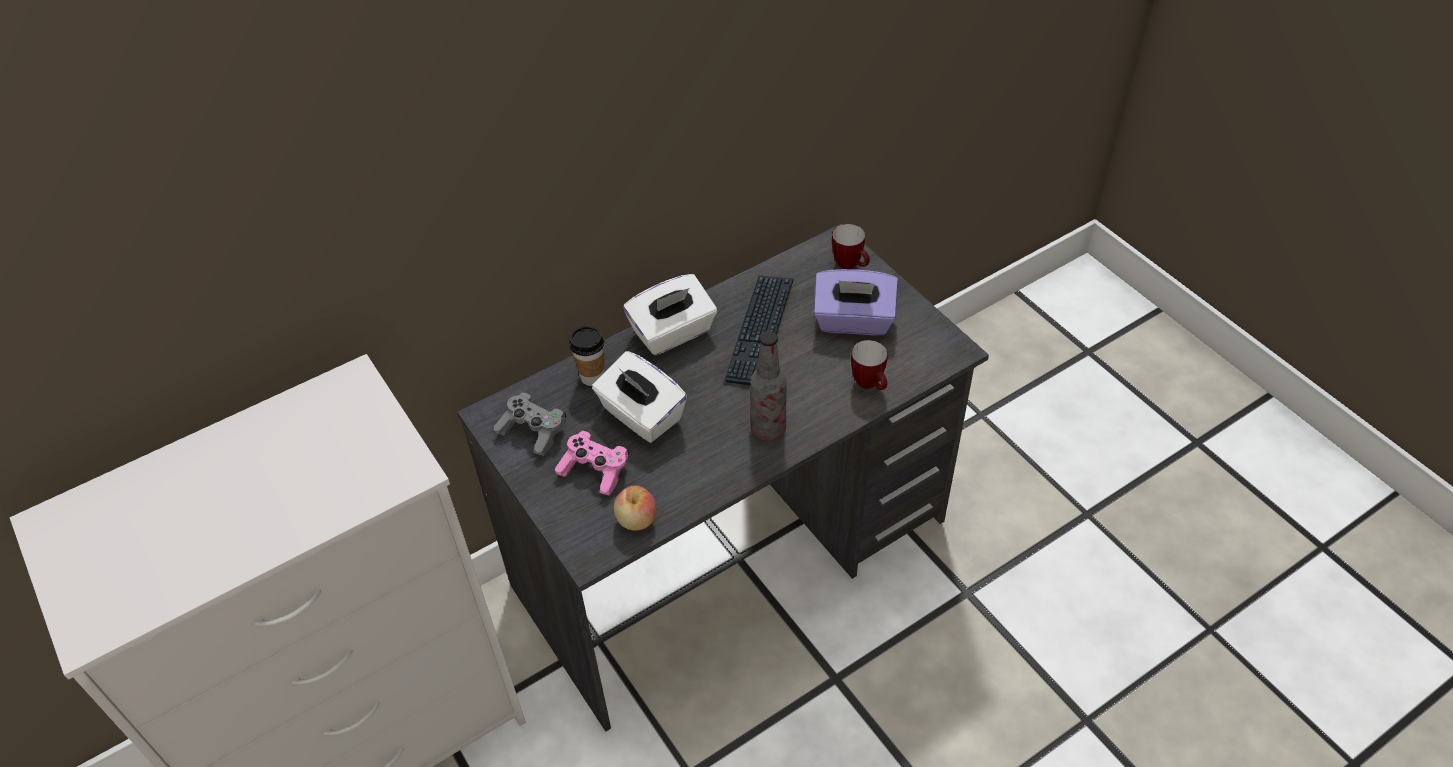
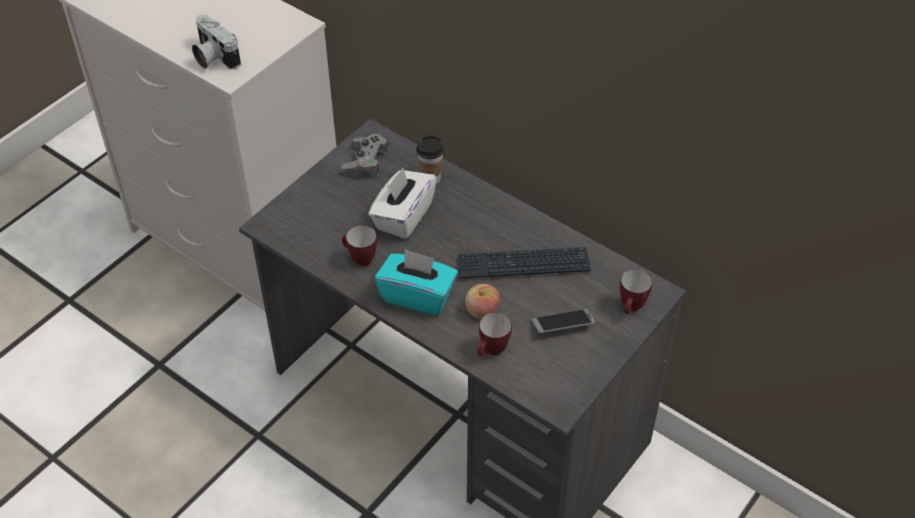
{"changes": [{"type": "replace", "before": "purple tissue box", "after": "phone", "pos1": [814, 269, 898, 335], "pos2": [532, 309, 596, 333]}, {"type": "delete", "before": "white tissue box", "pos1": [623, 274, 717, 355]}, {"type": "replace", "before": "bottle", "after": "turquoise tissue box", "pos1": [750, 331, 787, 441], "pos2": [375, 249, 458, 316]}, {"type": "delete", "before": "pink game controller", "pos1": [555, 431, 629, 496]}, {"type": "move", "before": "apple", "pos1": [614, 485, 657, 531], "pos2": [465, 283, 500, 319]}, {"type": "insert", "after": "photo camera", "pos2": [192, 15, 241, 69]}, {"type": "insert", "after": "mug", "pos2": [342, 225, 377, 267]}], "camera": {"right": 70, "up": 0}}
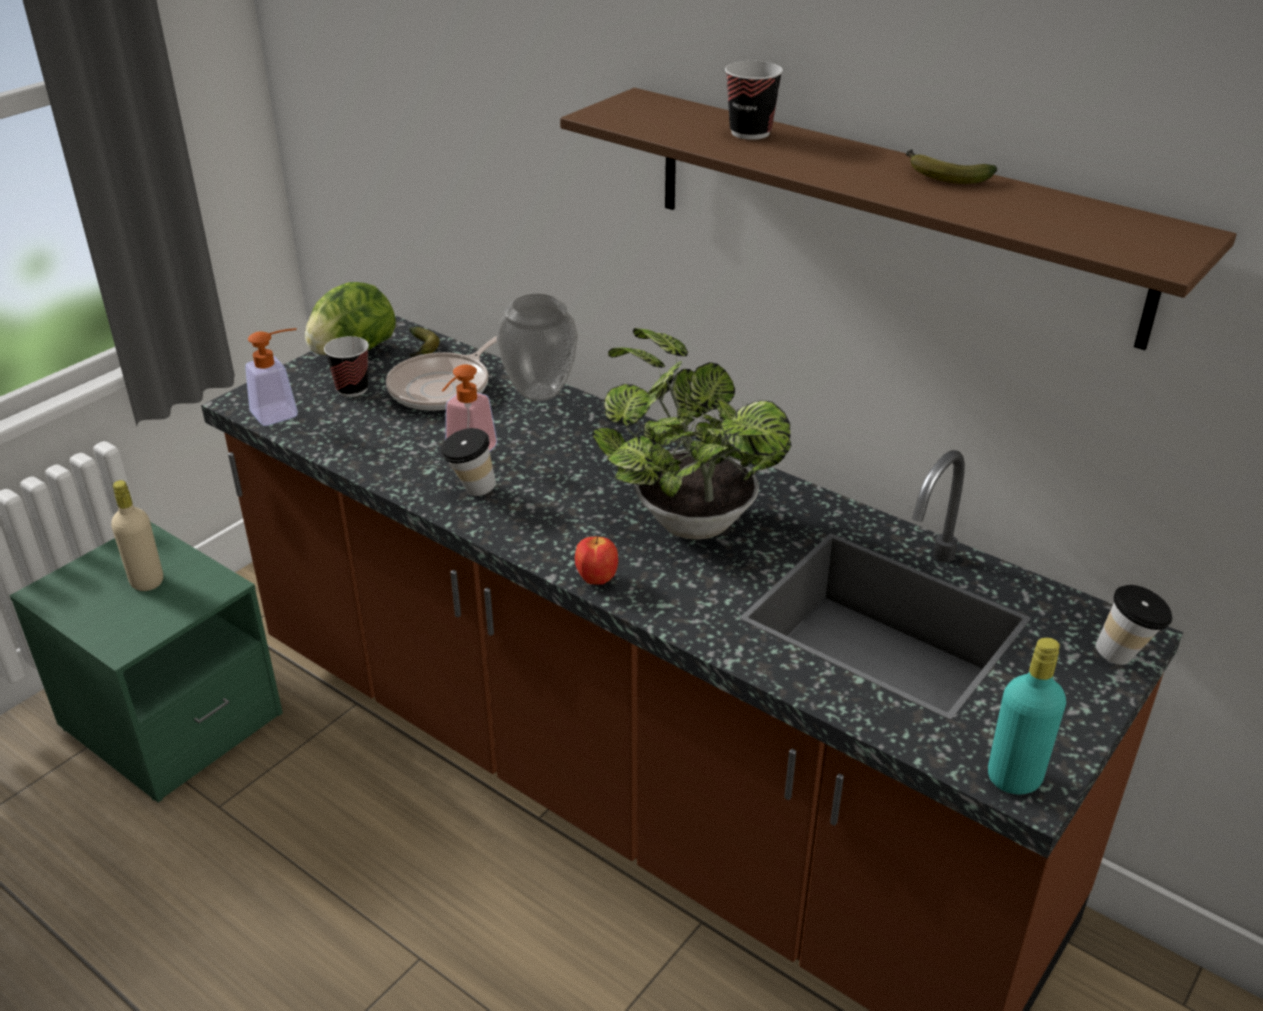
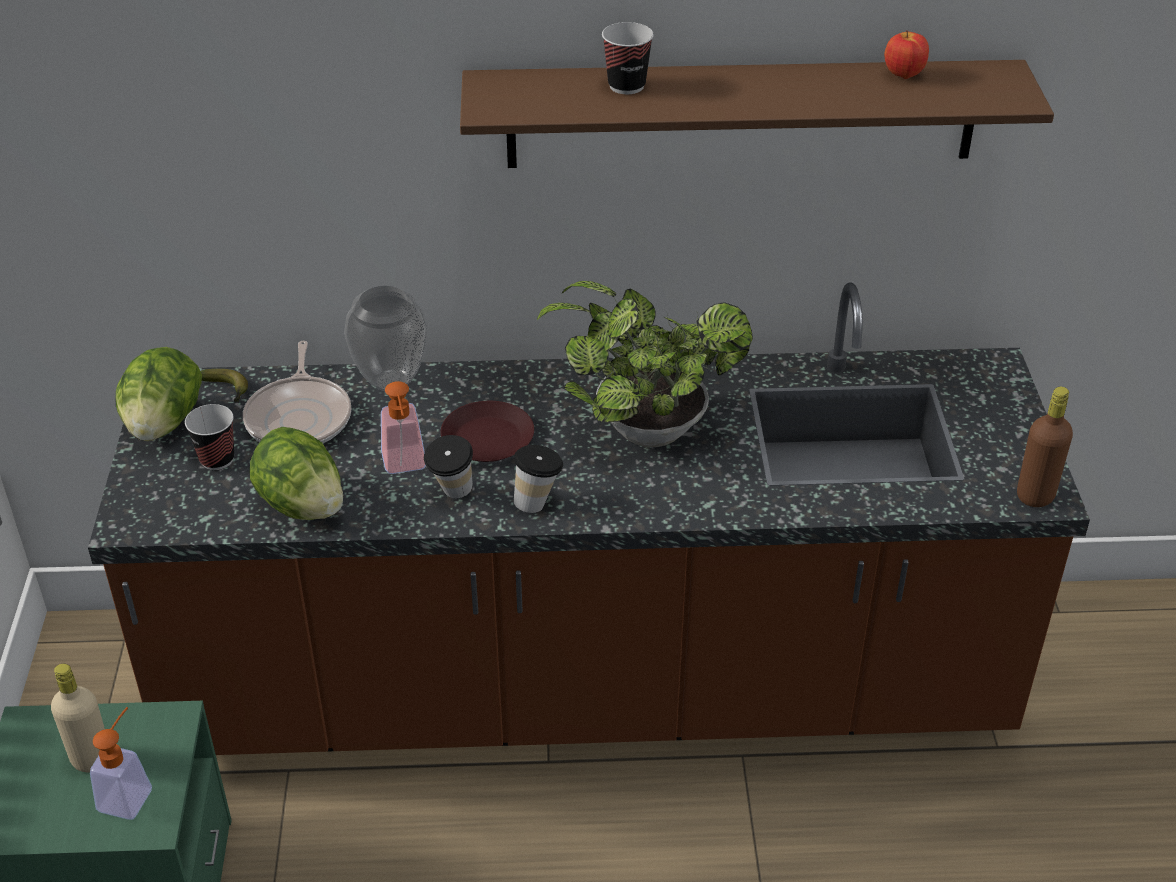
{"changes": [{"type": "delete", "before": "banana", "pos1": [906, 149, 997, 184]}, {"type": "move", "before": "soap dispenser", "pos1": [245, 328, 298, 426], "pos2": [90, 707, 152, 820]}, {"type": "move", "before": "apple", "pos1": [575, 537, 618, 585], "pos2": [884, 30, 929, 79]}, {"type": "move", "before": "cup", "pos1": [1096, 585, 1172, 665], "pos2": [514, 445, 563, 513]}, {"type": "recolor", "before": "turquoise bottle", "after": "brown bottle", "pos1": [988, 637, 1066, 794], "pos2": [1017, 387, 1073, 507]}, {"type": "insert", "after": "brown plate", "pos2": [441, 401, 534, 462]}, {"type": "insert", "after": "lettuce", "pos2": [250, 427, 343, 520]}], "camera": {"right": -40, "up": 5}}
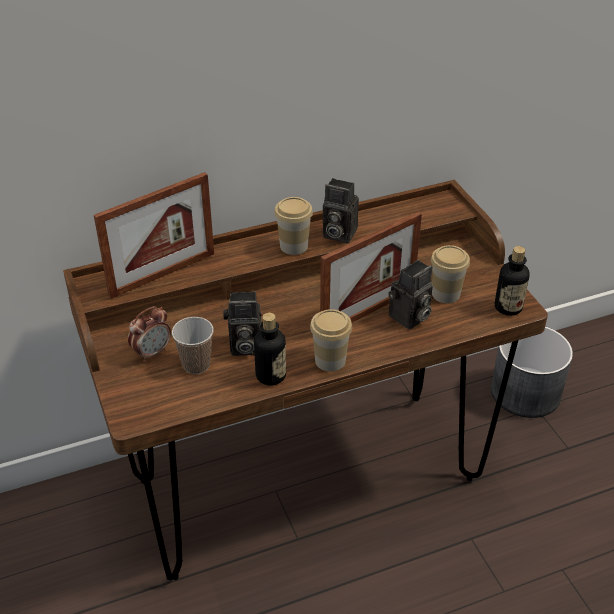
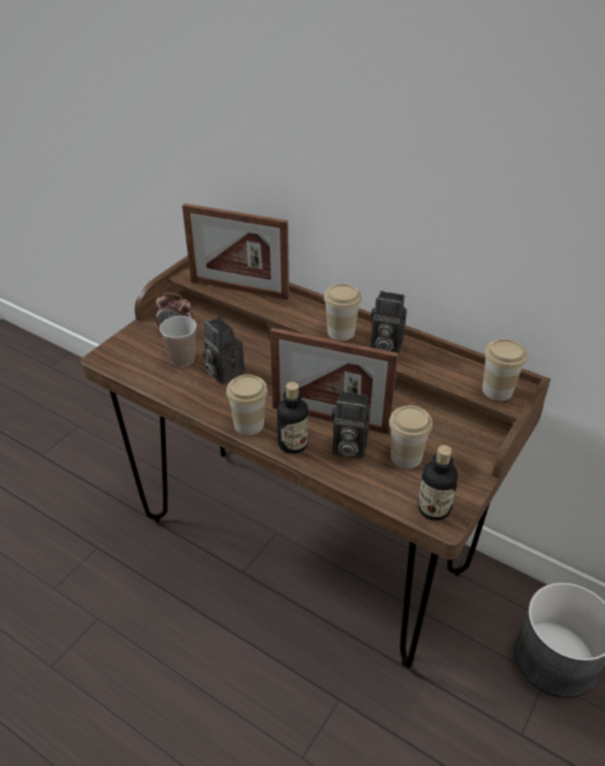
{"changes": [{"type": "rotate", "before": "photo camera", "pos1": [323, 178, 359, 244], "pos2": [370, 291, 407, 355], "turn": -60}, {"type": "move", "before": "bottle", "pos1": [254, 313, 286, 385], "pos2": [277, 382, 308, 454]}, {"type": "insert", "after": "cup", "pos2": [482, 339, 527, 401]}], "camera": {"right": 55, "up": 0}}
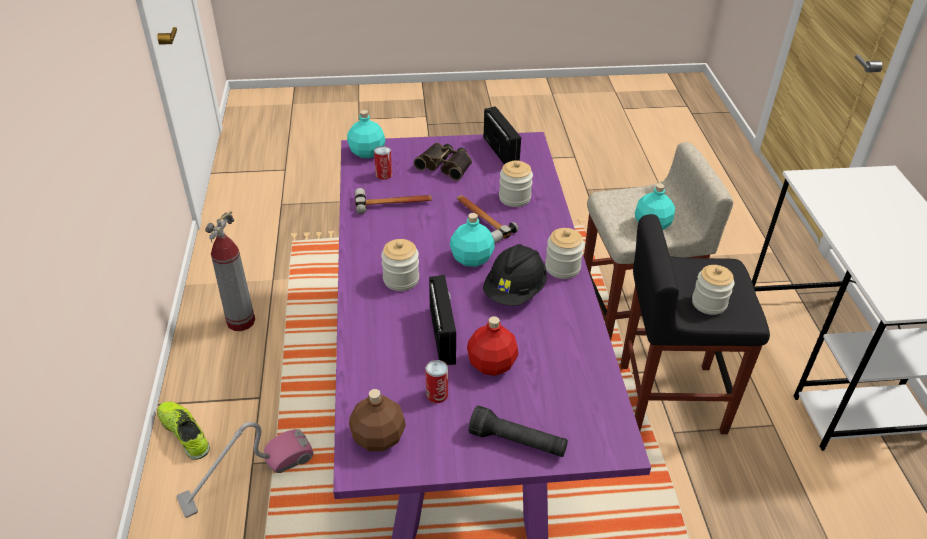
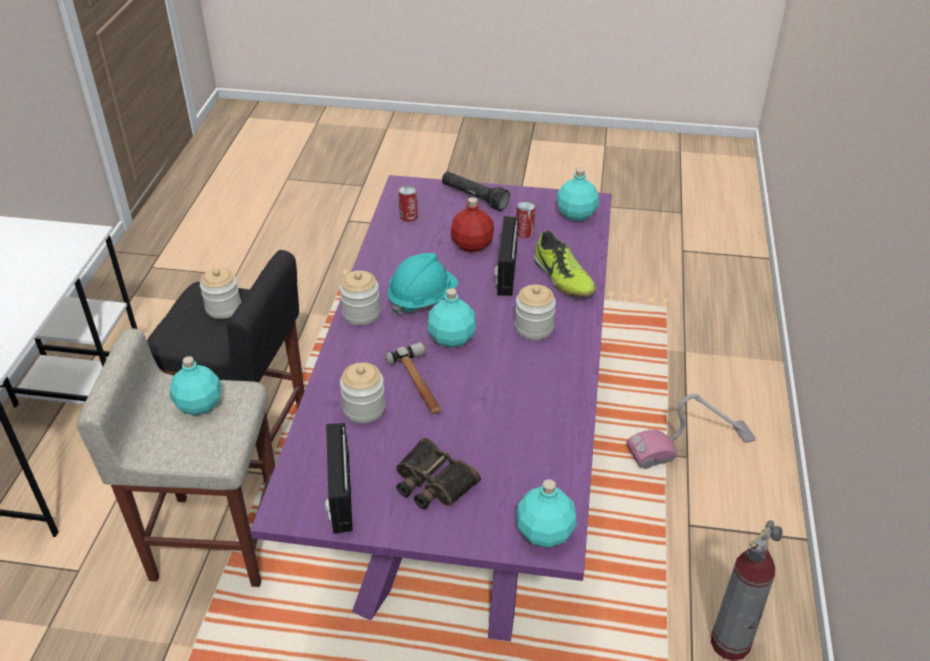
{"changes": [{"type": "move", "before": "can", "pos1": [374, 146, 392, 180], "pos2": [399, 185, 418, 222]}, {"type": "delete", "before": "hammer", "pos1": [355, 188, 432, 214]}, {"type": "recolor", "before": "black hard hat", "after": "turquoise hard hat", "pos1": [483, 244, 547, 306], "pos2": [387, 253, 458, 315]}, {"type": "recolor", "before": "brown bottle", "after": "turquoise bottle", "pos1": [349, 389, 406, 451], "pos2": [556, 167, 599, 221]}, {"type": "move", "before": "shoe", "pos1": [157, 402, 210, 460], "pos2": [534, 231, 596, 297]}], "camera": {"right": -165, "up": 0}}
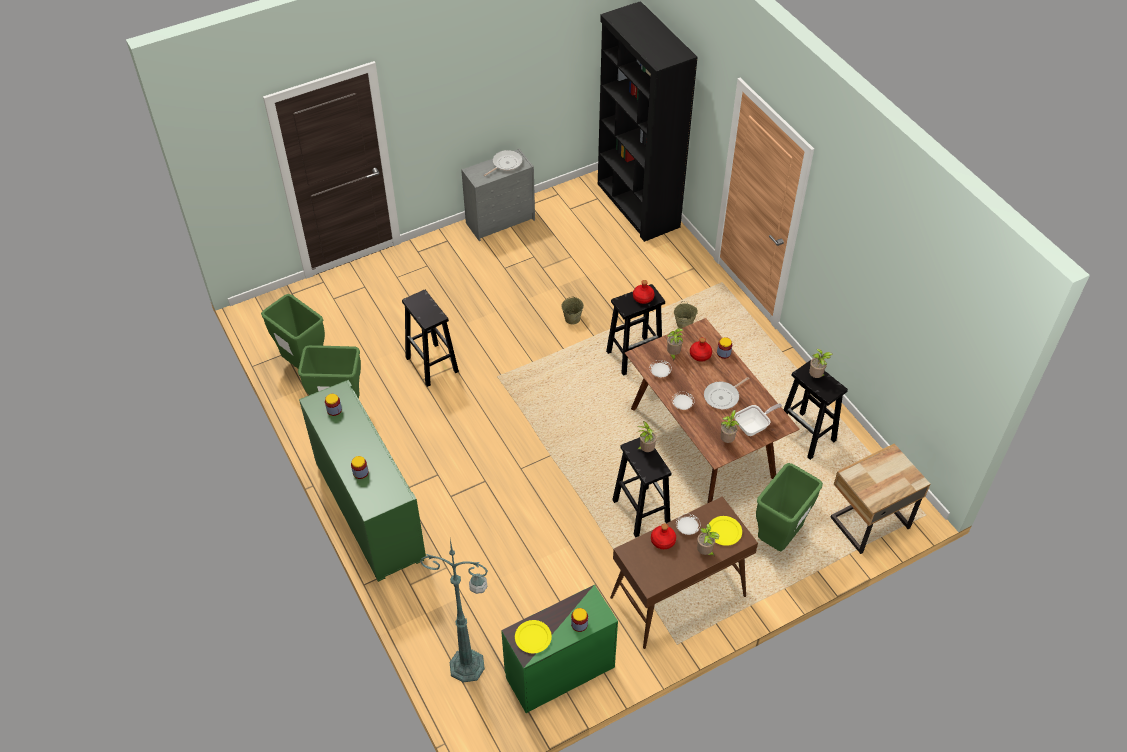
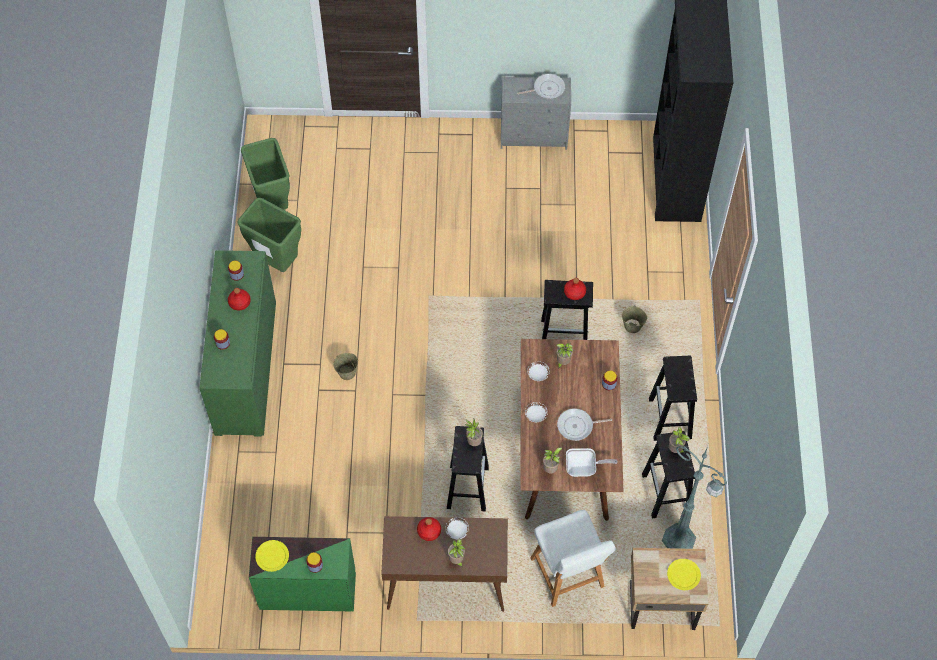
{"changes": [{"type": "move", "before": "black stool", "pos1": [402, 290, 459, 387], "pos2": [649, 356, 697, 441]}, {"type": "move", "before": "beige bucket", "pos1": [561, 296, 584, 324], "pos2": [334, 353, 358, 380]}, {"type": "move", "before": "red bottle", "pos1": [690, 337, 712, 362], "pos2": [228, 288, 251, 310]}, {"type": "replace", "before": "green trash can", "after": "white stool", "pos1": [756, 463, 823, 551], "pos2": [530, 510, 616, 607]}, {"type": "move", "before": "yellow plate", "pos1": [709, 516, 742, 546], "pos2": [667, 559, 701, 590]}, {"type": "move", "before": "green floor lamp", "pos1": [420, 539, 488, 682], "pos2": [662, 446, 727, 549]}], "camera": {"right": 30, "up": 10}}
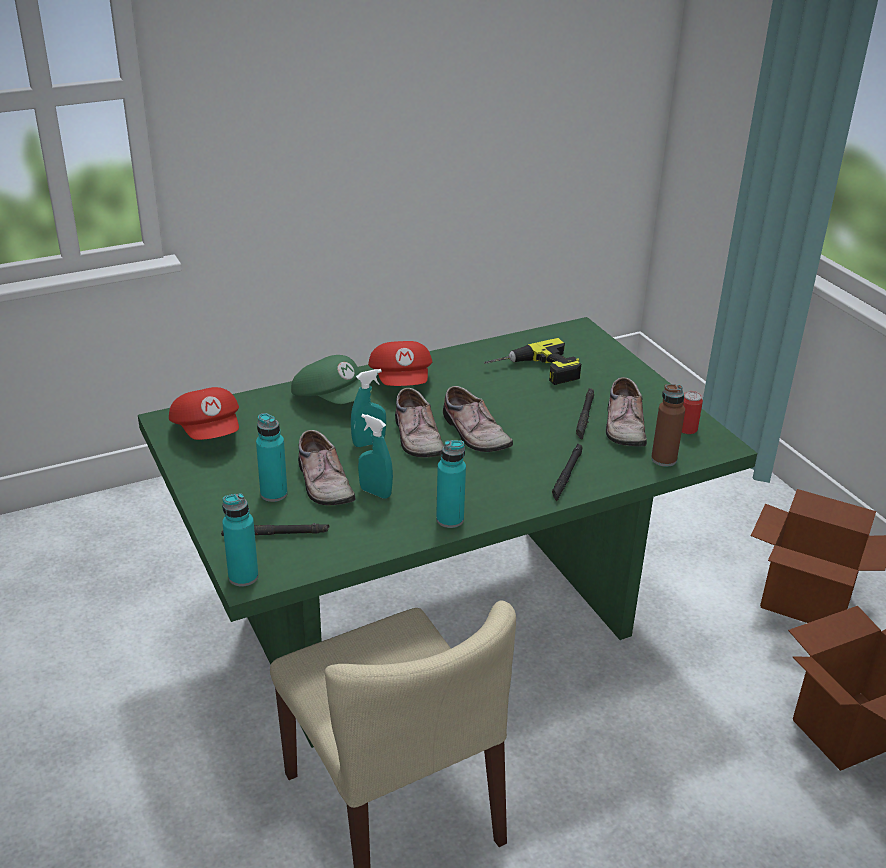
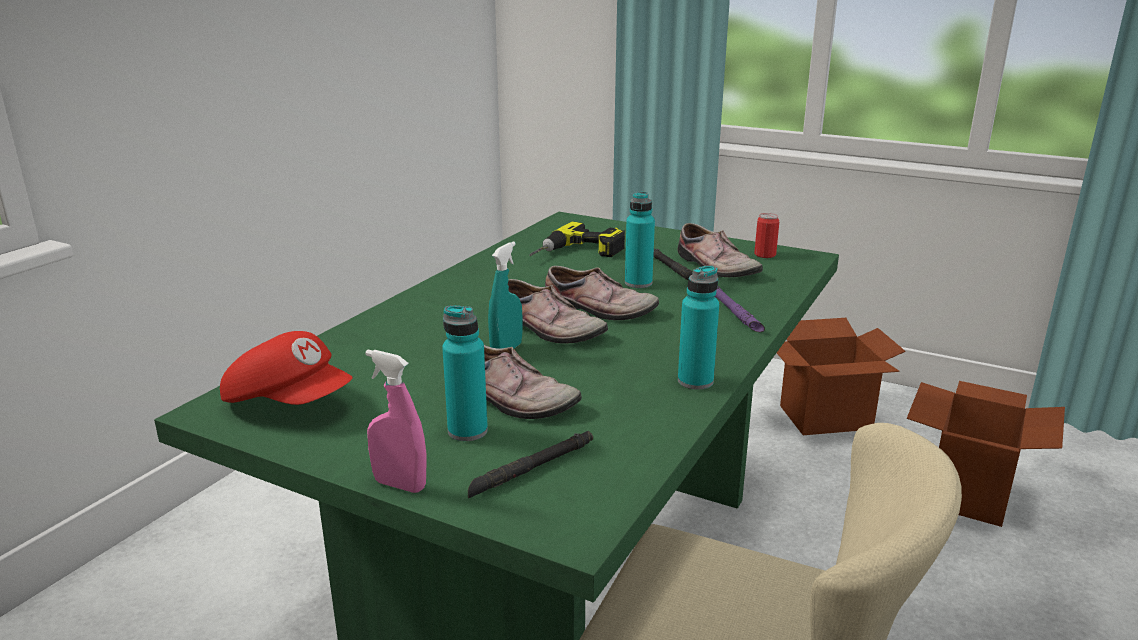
{"changes": [{"type": "delete", "before": "red cap", "pos1": [368, 341, 432, 386]}, {"type": "delete", "before": "green cap", "pos1": [291, 355, 372, 404]}, {"type": "delete", "before": "brown bottle", "pos1": [651, 384, 685, 467]}, {"type": "delete", "before": "turquoise spray bottle", "pos1": [358, 414, 393, 499]}, {"type": "recolor", "before": "black flashlight", "after": "purple flashlight", "pos1": [552, 444, 583, 501], "pos2": [715, 286, 765, 332]}, {"type": "move", "before": "turquoise bottle", "pos1": [222, 493, 258, 586], "pos2": [625, 192, 655, 288]}, {"type": "insert", "after": "pink spray bottle", "pos2": [365, 350, 427, 493]}], "camera": {"right": -35, "up": -10}}
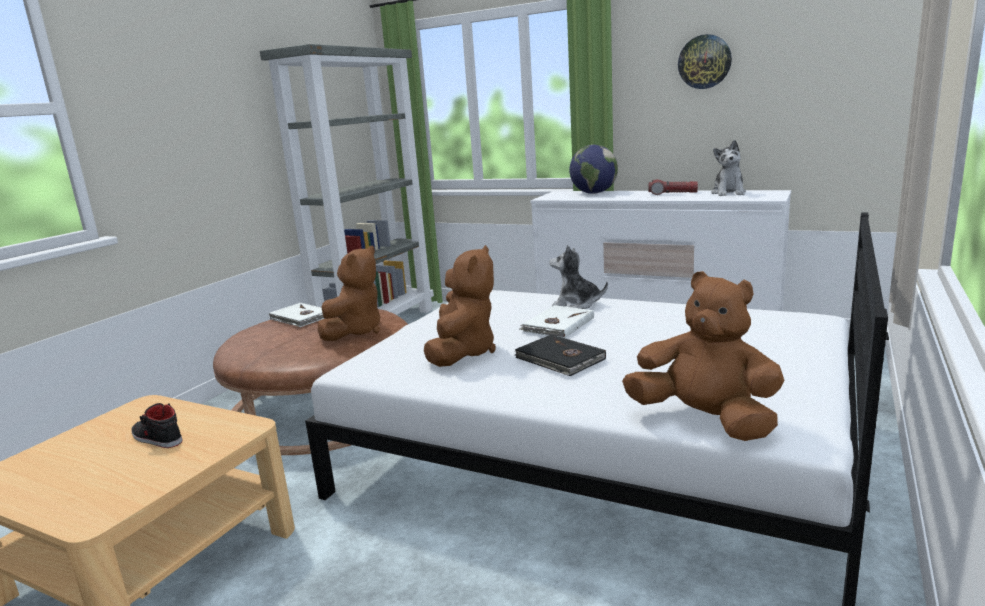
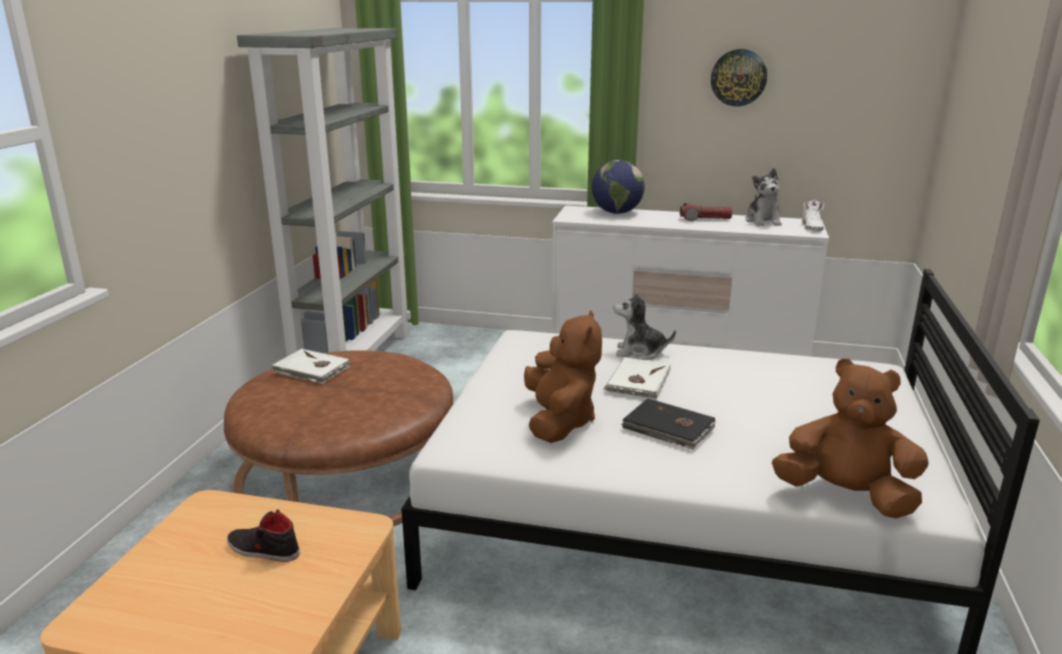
{"changes": [{"type": "delete", "before": "brown plush toy", "pos1": [317, 246, 380, 341]}, {"type": "insert", "after": "white shoe", "pos2": [802, 200, 824, 231]}], "camera": {"right": -15, "up": 5}}
